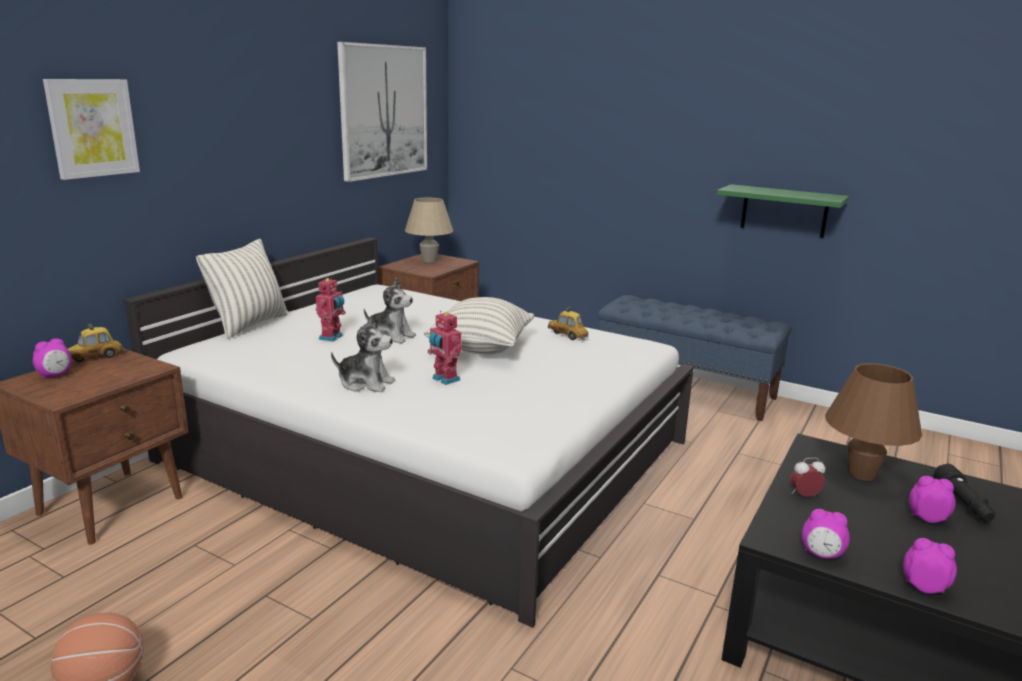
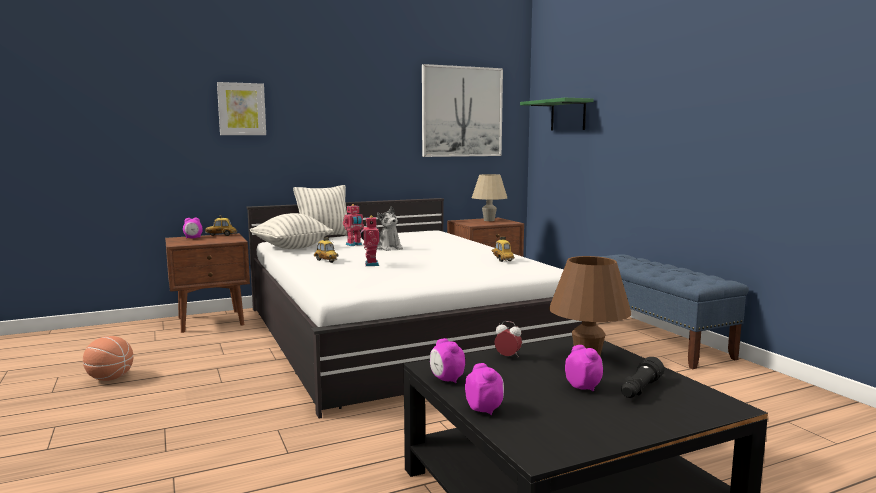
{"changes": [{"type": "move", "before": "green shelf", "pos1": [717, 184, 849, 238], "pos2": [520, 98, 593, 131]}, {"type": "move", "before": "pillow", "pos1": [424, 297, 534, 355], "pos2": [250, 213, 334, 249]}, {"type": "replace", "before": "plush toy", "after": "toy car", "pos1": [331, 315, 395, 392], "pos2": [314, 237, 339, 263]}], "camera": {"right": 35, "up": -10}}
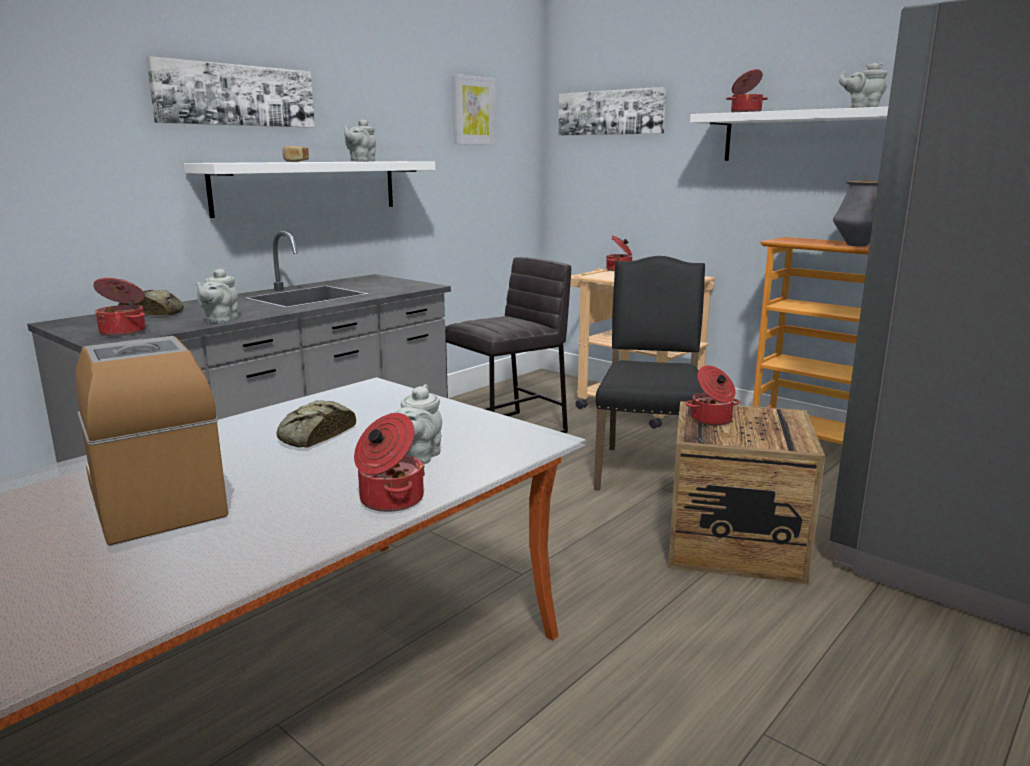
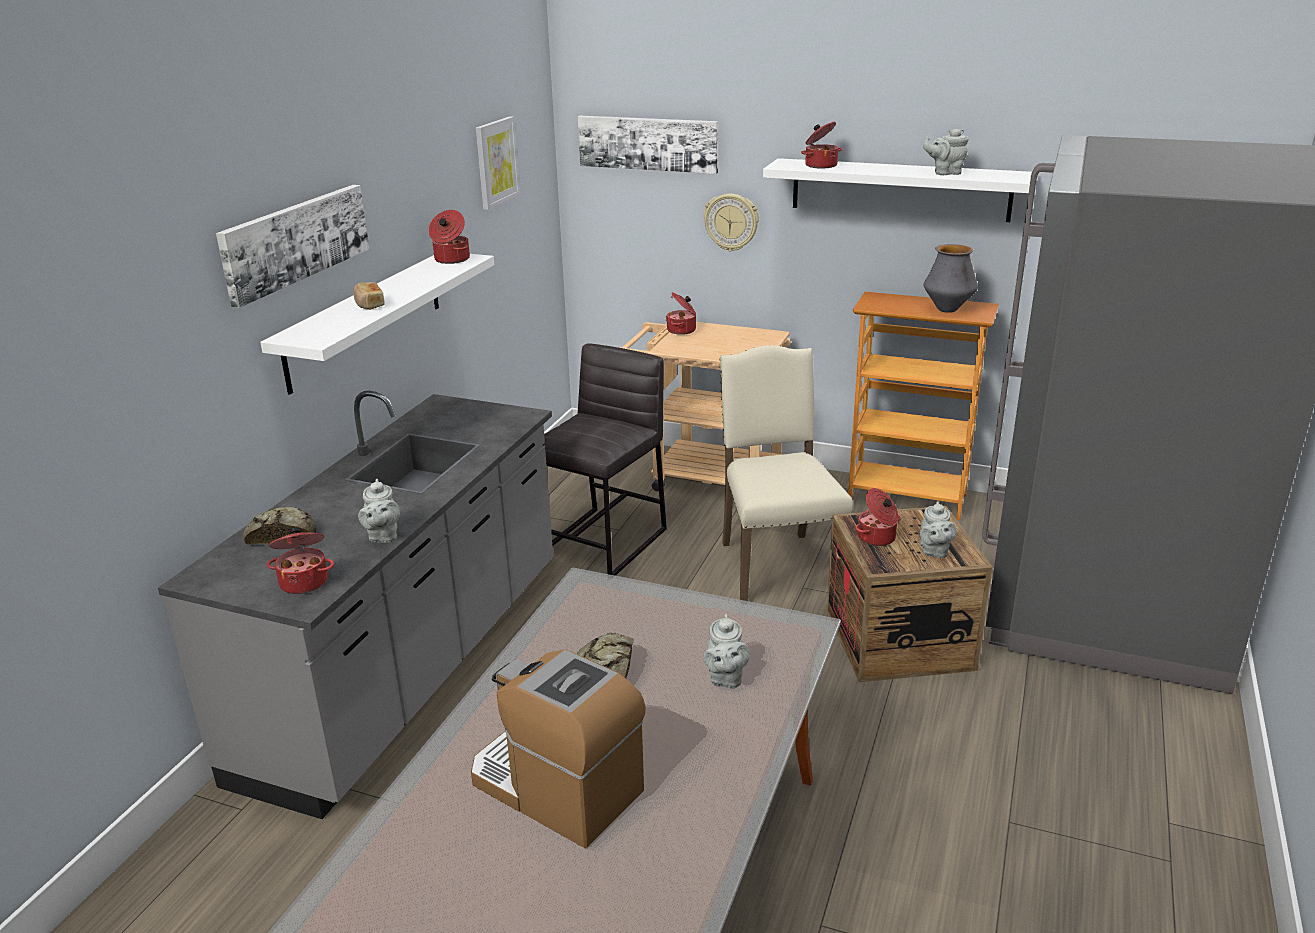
{"changes": [{"type": "move", "before": "grey teapot", "pos1": [344, 120, 376, 162], "pos2": [920, 501, 956, 558]}, {"type": "recolor", "before": "black chair", "after": "beige chair", "pos1": [594, 256, 705, 491], "pos2": [719, 345, 853, 601]}, {"type": "move", "before": "cooking pot", "pos1": [354, 413, 425, 512], "pos2": [428, 210, 470, 264]}, {"type": "insert", "after": "wall clock", "pos2": [703, 194, 759, 252]}], "camera": {"right": -20, "up": 10}}
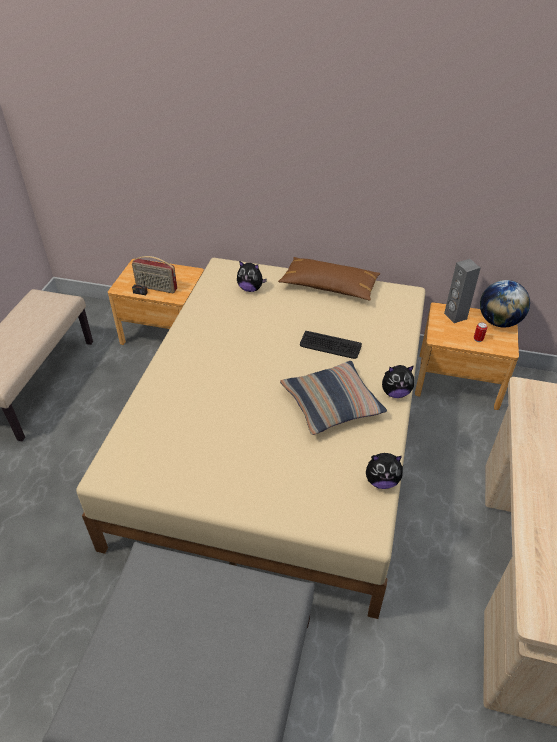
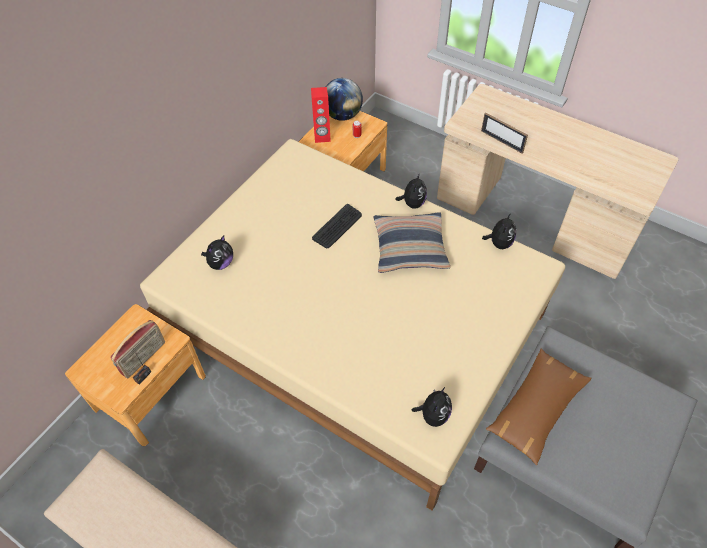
{"changes": [{"type": "move", "before": "brown pillow", "pos1": [278, 257, 381, 301], "pos2": [486, 349, 591, 465]}, {"type": "recolor", "before": "grey speaker", "after": "red speaker", "pos1": [444, 259, 480, 323], "pos2": [311, 87, 331, 143]}, {"type": "insert", "after": "picture frame", "pos2": [481, 113, 528, 153]}, {"type": "insert", "after": "plush toy", "pos2": [411, 387, 452, 427]}], "camera": {"right": -70, "up": 10}}
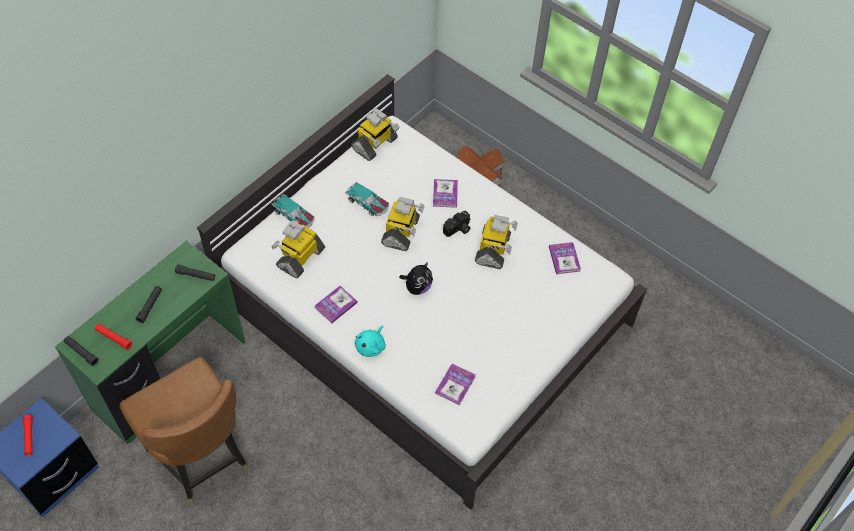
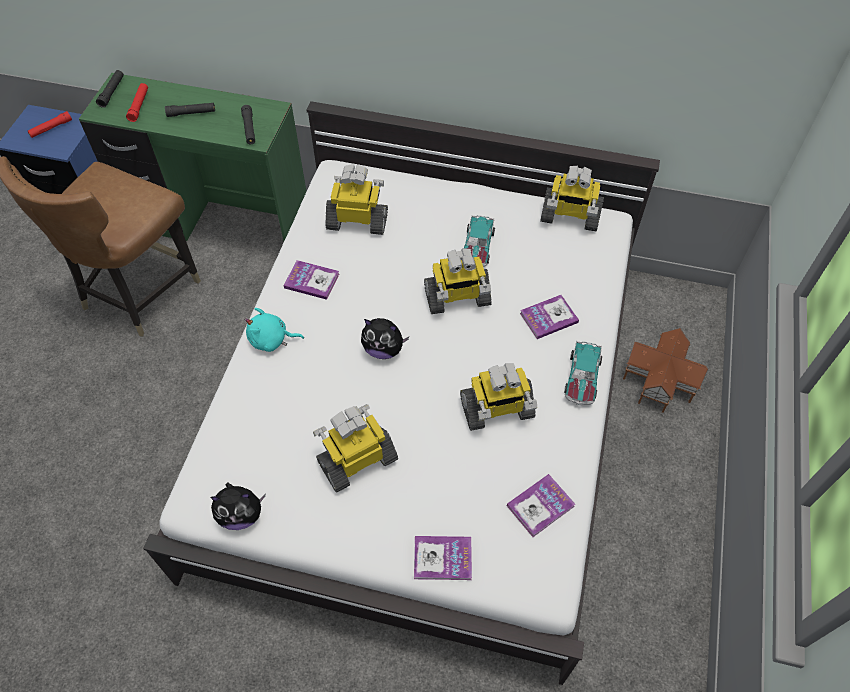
{"changes": [{"type": "move", "before": "toy car", "pos1": [272, 194, 315, 228], "pos2": [564, 341, 602, 405]}, {"type": "delete", "before": "photo camera", "pos1": [443, 211, 471, 237]}, {"type": "move", "before": "book", "pos1": [435, 364, 476, 405], "pos2": [414, 536, 472, 580]}, {"type": "insert", "after": "toy robot", "pos2": [313, 404, 398, 493]}, {"type": "insert", "after": "plush toy", "pos2": [210, 482, 265, 530]}], "camera": {"right": 65, "up": 0}}
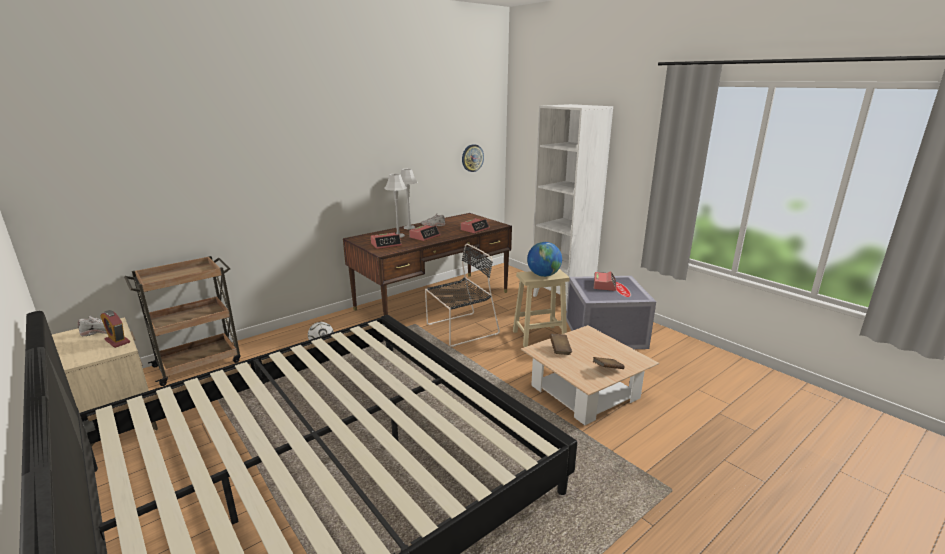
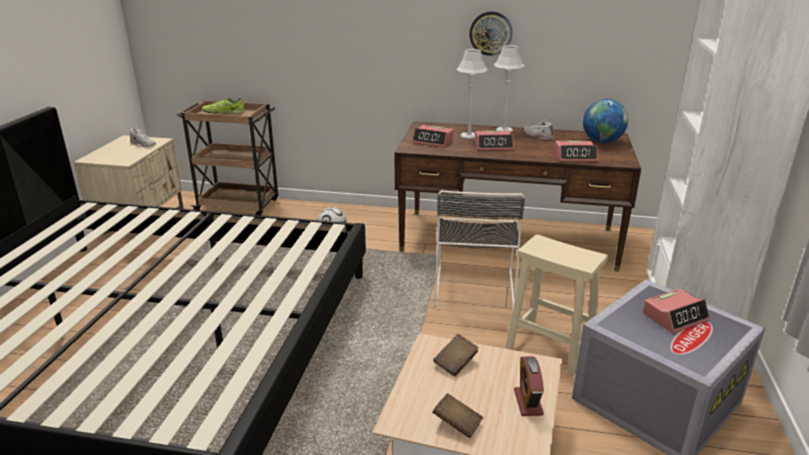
{"changes": [{"type": "move", "before": "wall clock", "pos1": [462, 144, 484, 172], "pos2": [469, 11, 512, 56]}, {"type": "move", "before": "globe", "pos1": [527, 242, 562, 277], "pos2": [583, 99, 628, 143]}, {"type": "rotate", "before": "black chair", "pos1": [425, 243, 500, 347], "pos2": [434, 190, 525, 310], "turn": 75}, {"type": "move", "before": "alarm clock", "pos1": [100, 310, 130, 348], "pos2": [514, 356, 544, 416]}, {"type": "insert", "after": "shoe", "pos2": [202, 98, 245, 114]}], "camera": {"right": 50, "up": 5}}
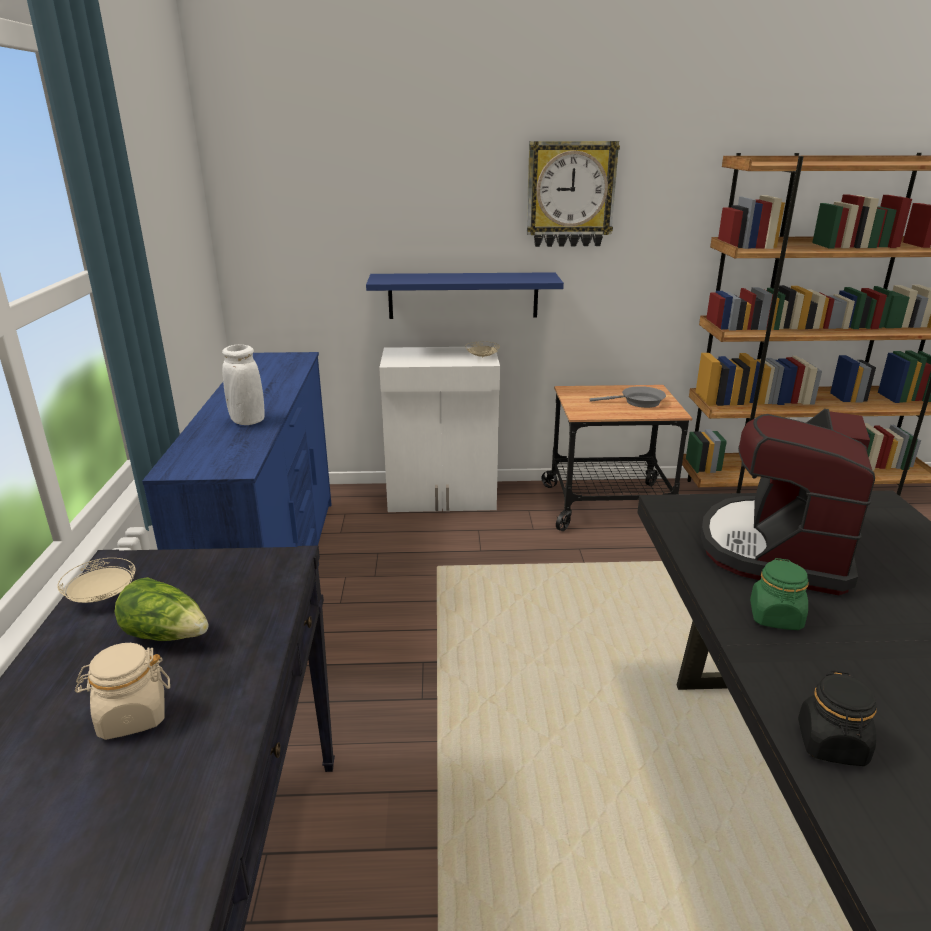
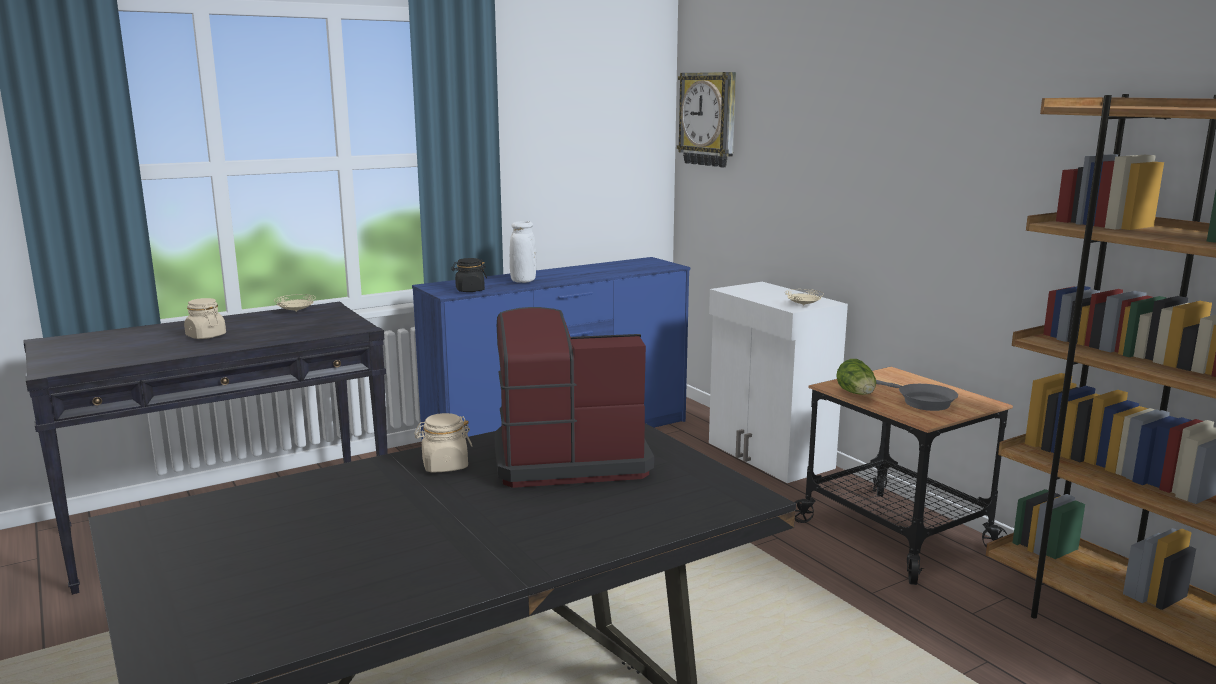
{"changes": [{"type": "move", "before": "wall clock", "pos1": [526, 141, 620, 247], "pos2": [677, 72, 736, 167]}, {"type": "delete", "before": "blue shelf", "pos1": [366, 272, 564, 319]}, {"type": "recolor", "before": "green jar", "after": "beige jar", "pos1": [750, 558, 809, 630], "pos2": [414, 413, 472, 472]}, {"type": "move", "before": "lettuce", "pos1": [114, 577, 209, 641], "pos2": [836, 359, 876, 395]}, {"type": "move", "before": "black jar", "pos1": [798, 670, 876, 766], "pos2": [451, 258, 487, 292]}], "camera": {"right": 60, "up": -10}}
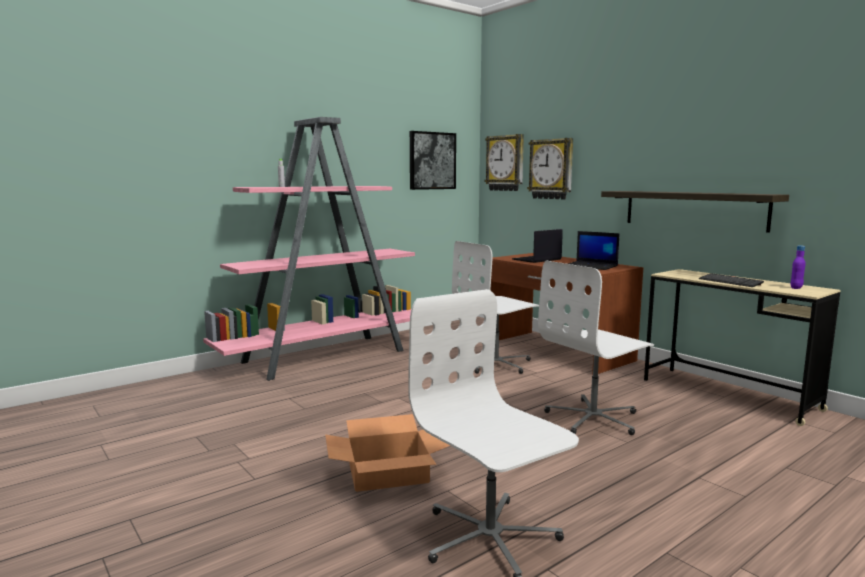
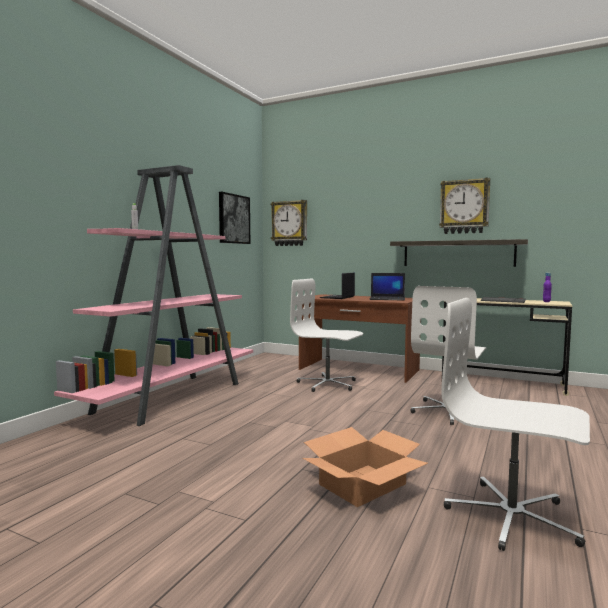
{"changes": [{"type": "move", "before": "wall clock", "pos1": [527, 138, 573, 200], "pos2": [439, 177, 490, 234]}, {"type": "rotate", "before": "white office chair", "pos1": [452, 241, 539, 374], "pos2": [290, 279, 363, 392], "turn": 90}], "camera": {"right": -25, "up": -5}}
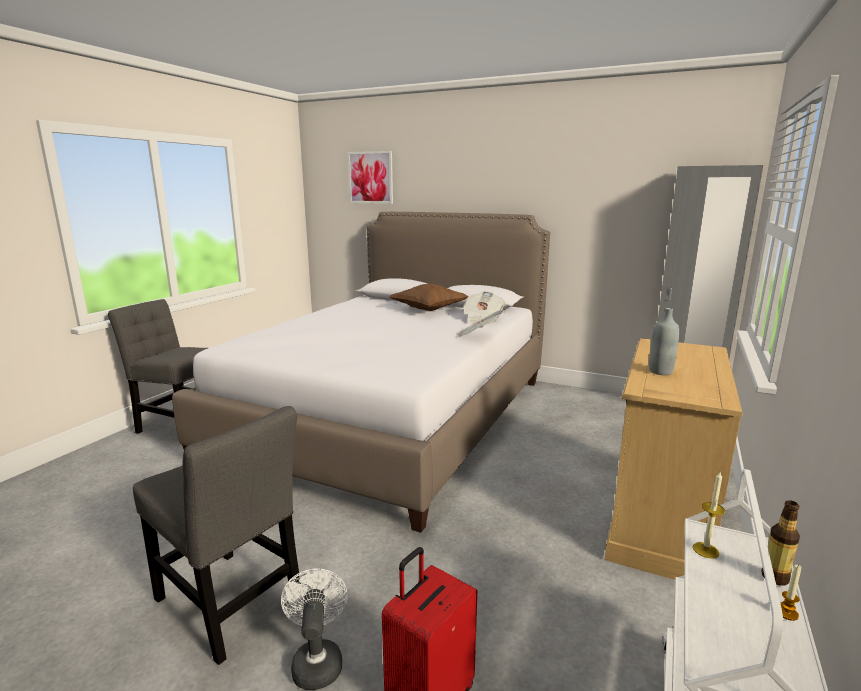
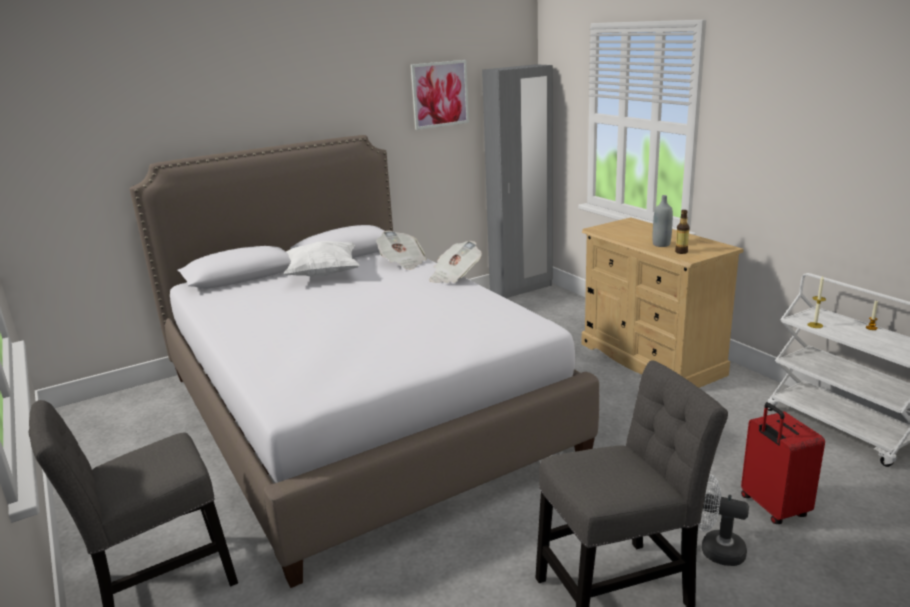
{"changes": [{"type": "move", "before": "picture", "pos1": [348, 151, 393, 204], "pos2": [410, 60, 469, 130]}, {"type": "recolor", "before": "brown pillow", "after": "white pillow", "pos1": [390, 284, 469, 311], "pos2": [284, 241, 360, 277]}, {"type": "move", "before": "bottle", "pos1": [761, 500, 800, 586], "pos2": [675, 210, 690, 254]}], "camera": {"right": -55, "up": 5}}
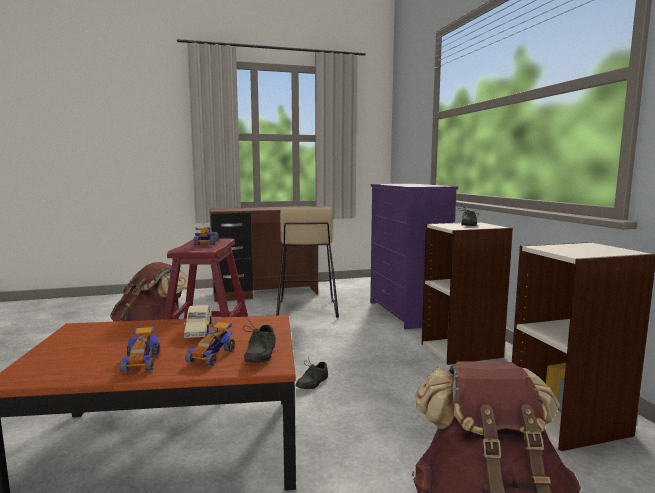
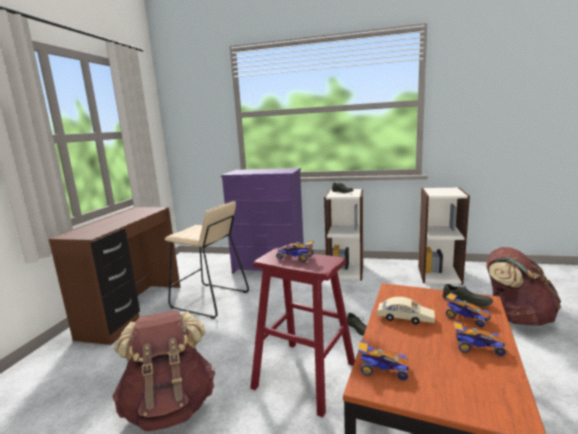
{"changes": [{"type": "insert", "after": "toy car", "pos2": [358, 340, 409, 381]}], "camera": {"right": -60, "up": 5}}
